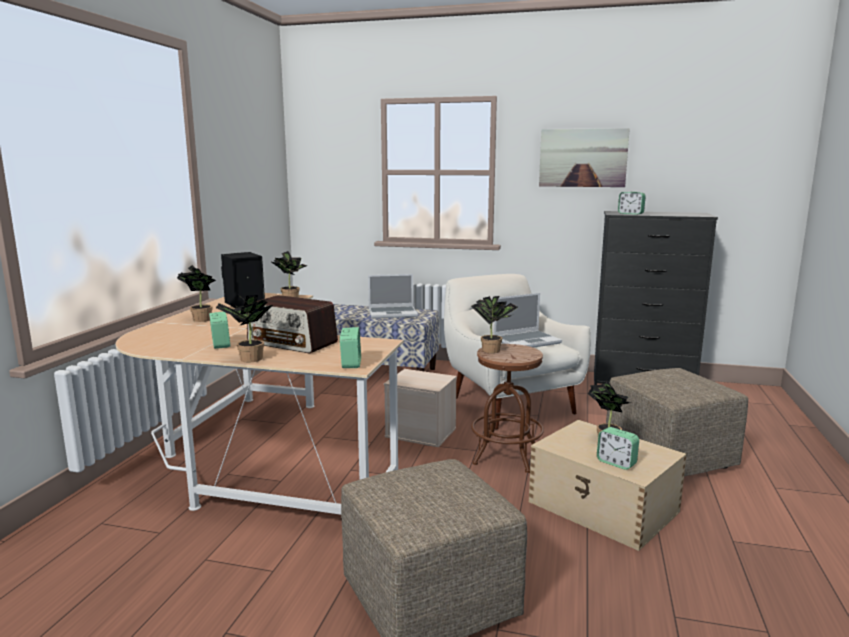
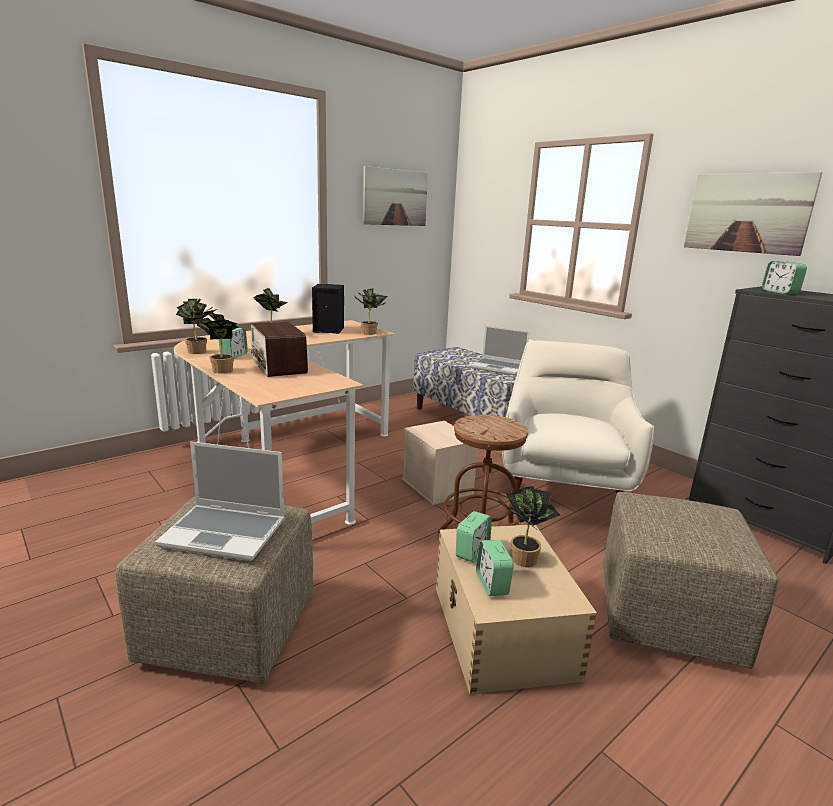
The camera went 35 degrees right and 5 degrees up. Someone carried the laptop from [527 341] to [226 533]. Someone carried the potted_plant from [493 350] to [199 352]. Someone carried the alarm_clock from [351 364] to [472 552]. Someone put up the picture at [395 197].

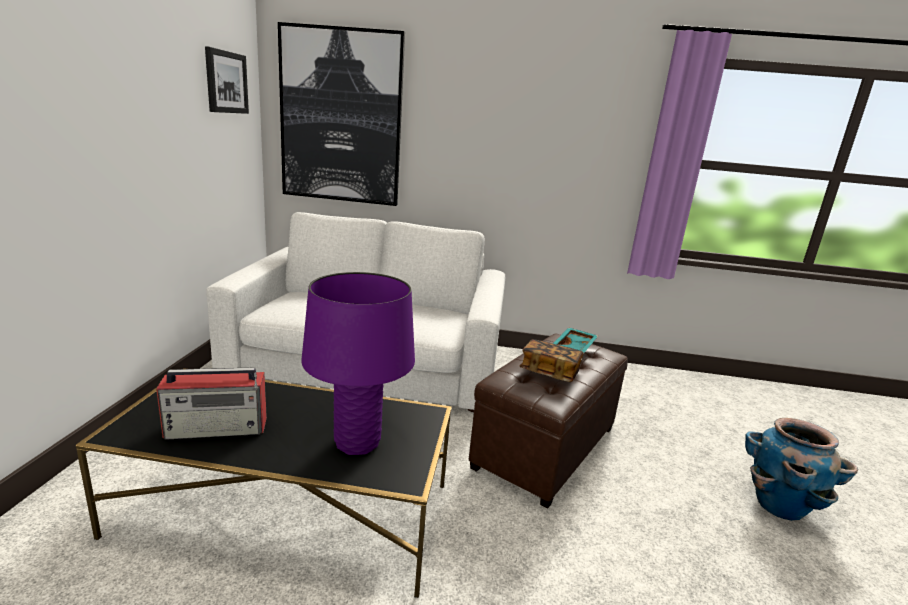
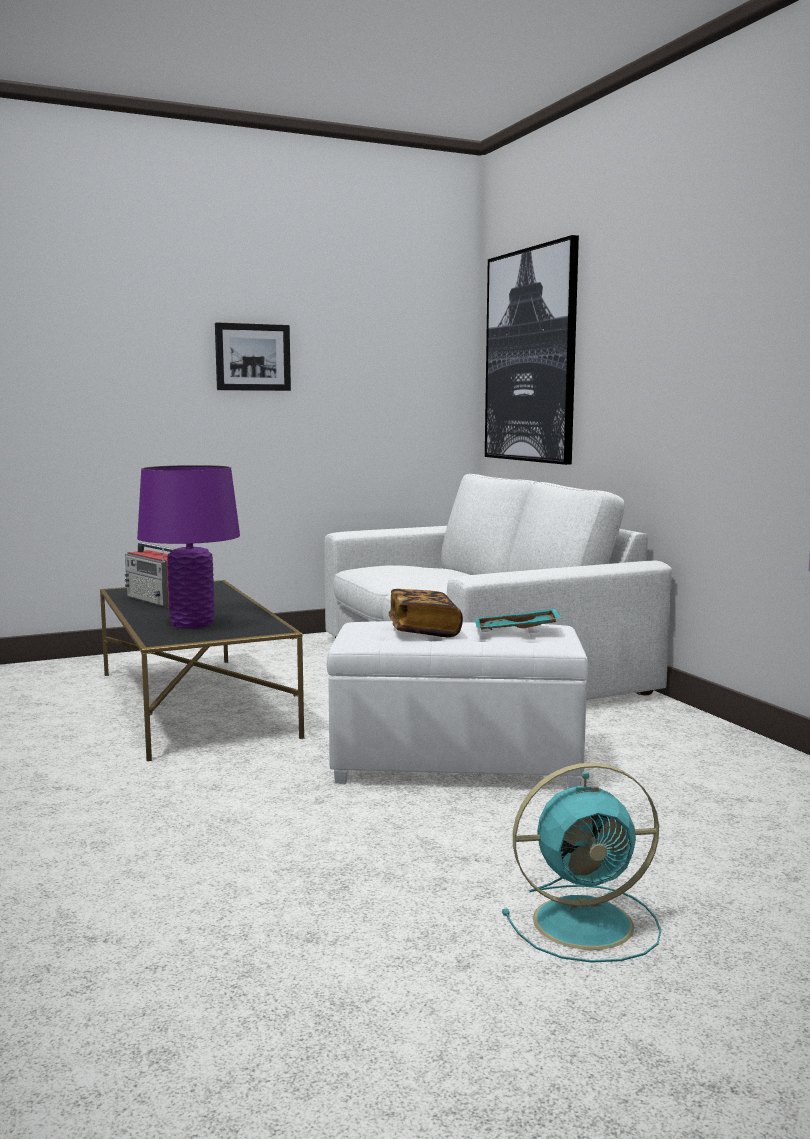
The camera went 60 degrees right and 10 degrees down. Someone carried the picture from [226 82] to [252 357]. Someone repainted the brown_ottoman at [544 447], which became the white_ottoman at [456 763]. Someone swapped the planter at [778 505] for the turquoise_fan at [587 922].

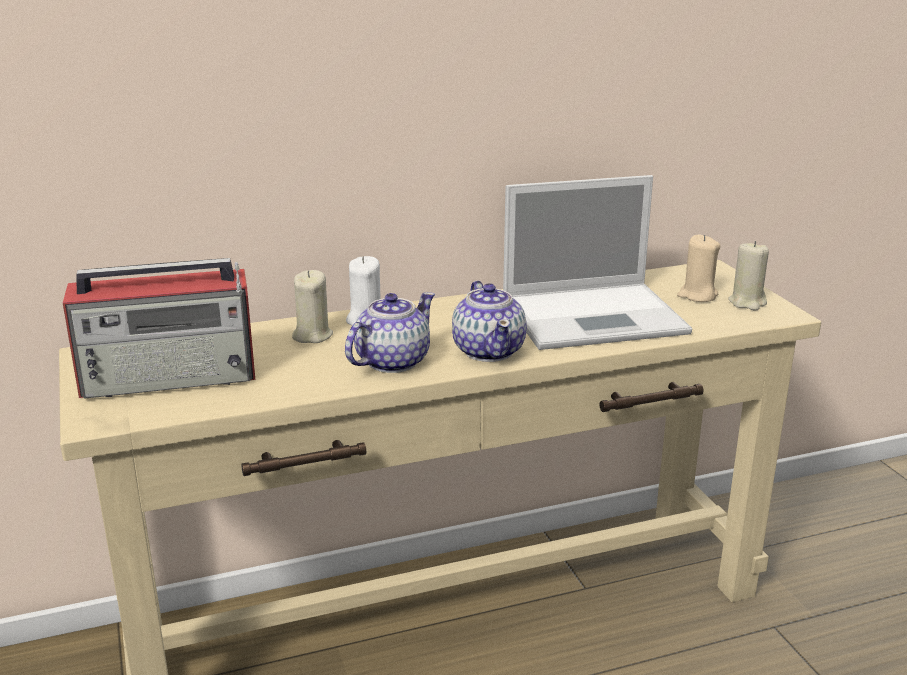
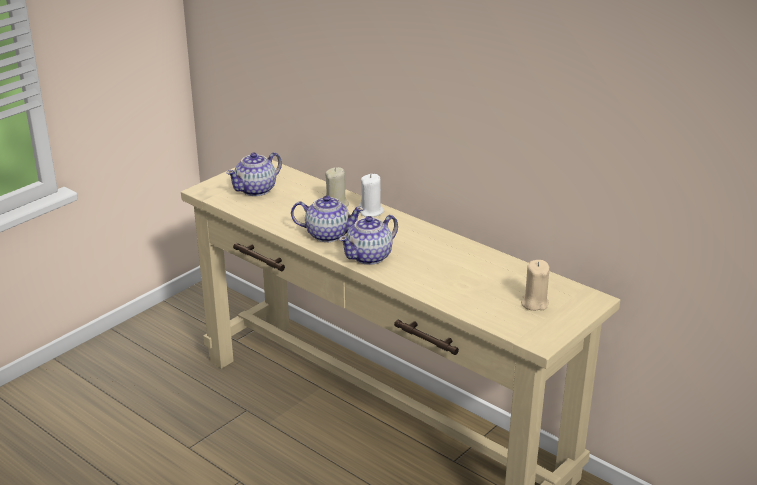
The camera went 60 degrees right and 5 degrees up. Someone took away the laptop at [596 316]. Someone took away the beige_candle at [747 302]. Someone swapped the radio at [171 378] for the teapot at [256 190].

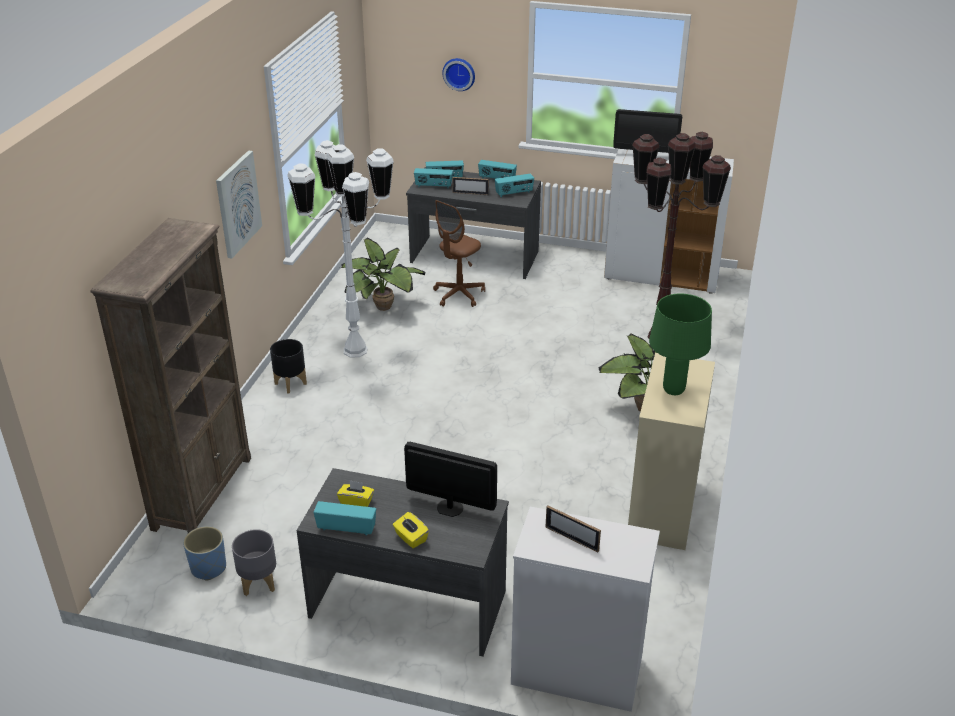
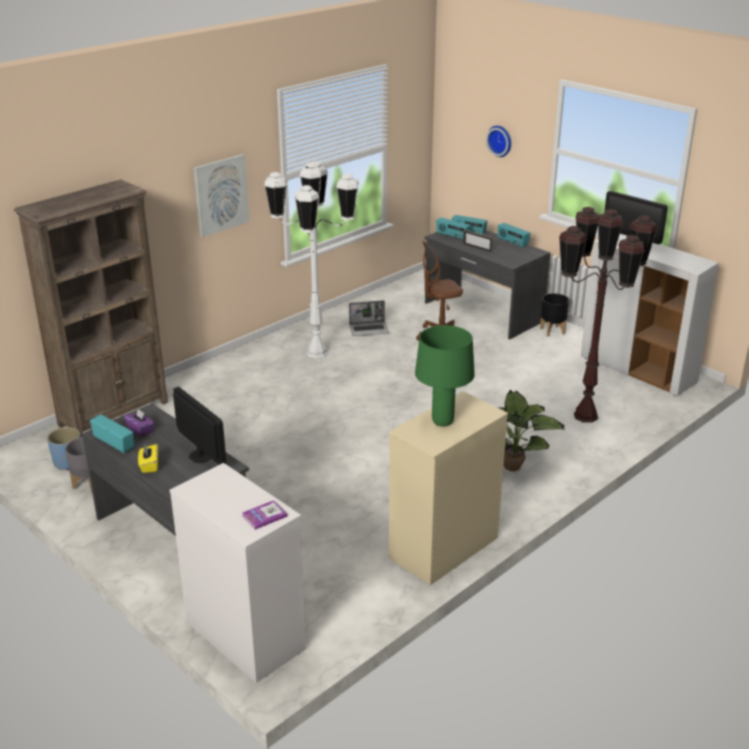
The camera went 30 degrees right and 5 degrees down. Someone took away the radio at [514 193]. Someone swapped the potted_plant at [383 308] for the laptop at [369 330]. Someone carried the black_planter from [290 383] to [552 331]. Someone repainted the yellow_tissue_box at [356 502], which became the purple_tissue_box at [140 430]. Someone took away the picture_frame at [571 539]. Someone put down the book at [264 516].

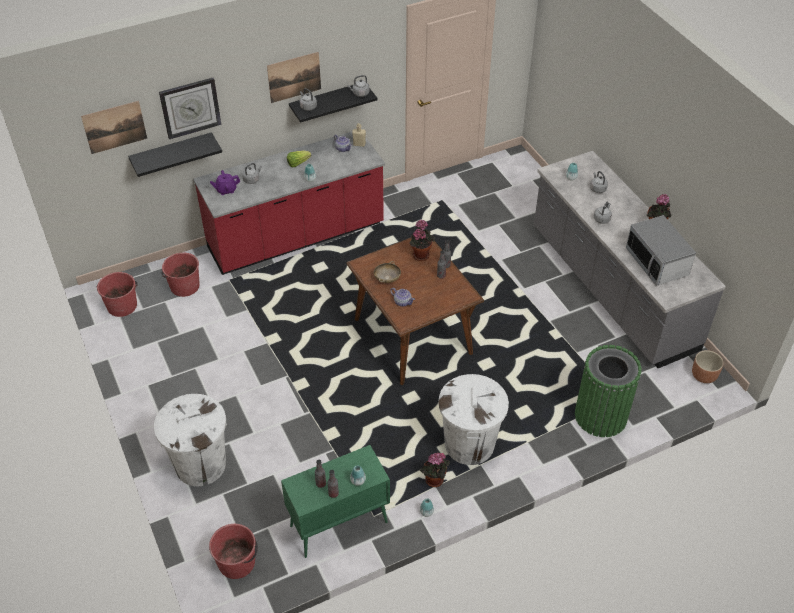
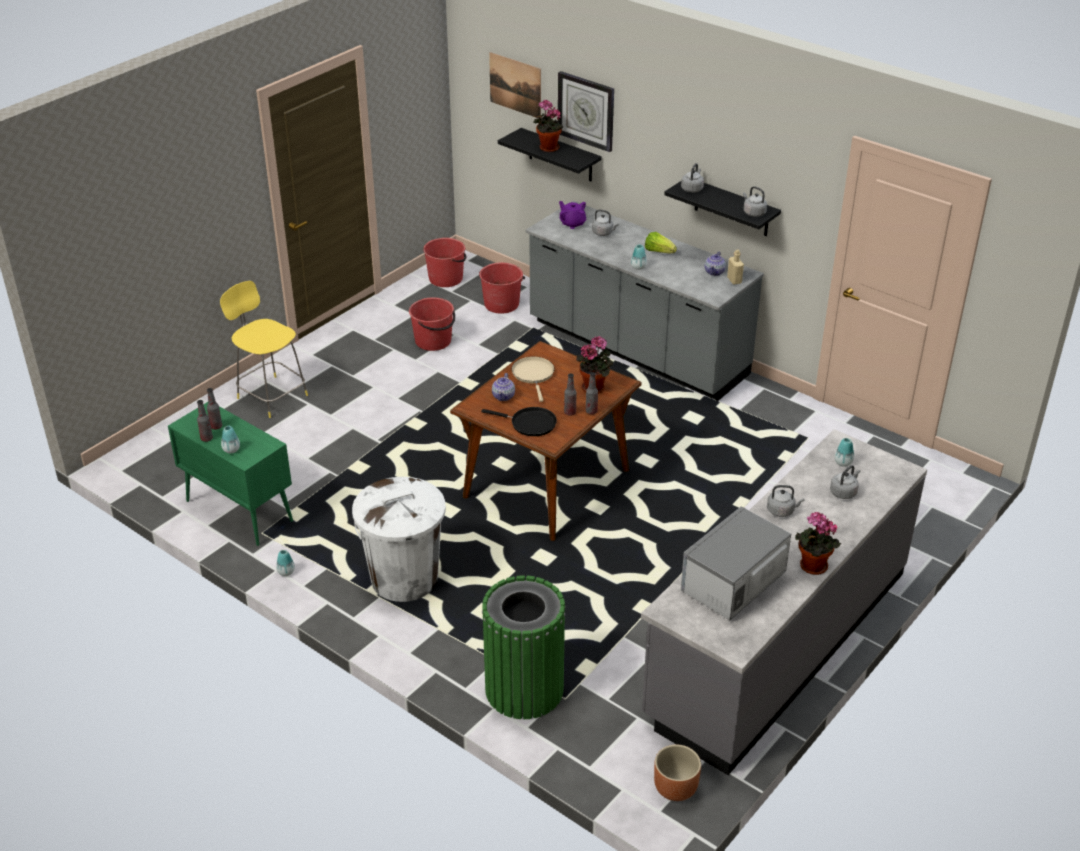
The camera went 65 degrees right and 10 degrees down. Someone took away the picture at [294 77]. Someone repainted the red_counter at [296 238], which became the grey_counter at [636 349]. Someone swapped the beige_bowl at [387 279] for the beige_frying_pan at [533 375]. Someone swapped the white_trash_can at [200 464] for the yellow_stool at [271 395]. Someone carried the potted_plant from [434 481] to [547 148]. Someone carried the red_bucket from [237 562] to [433 341]. Someone put down the black_frying_pan at [530 424].

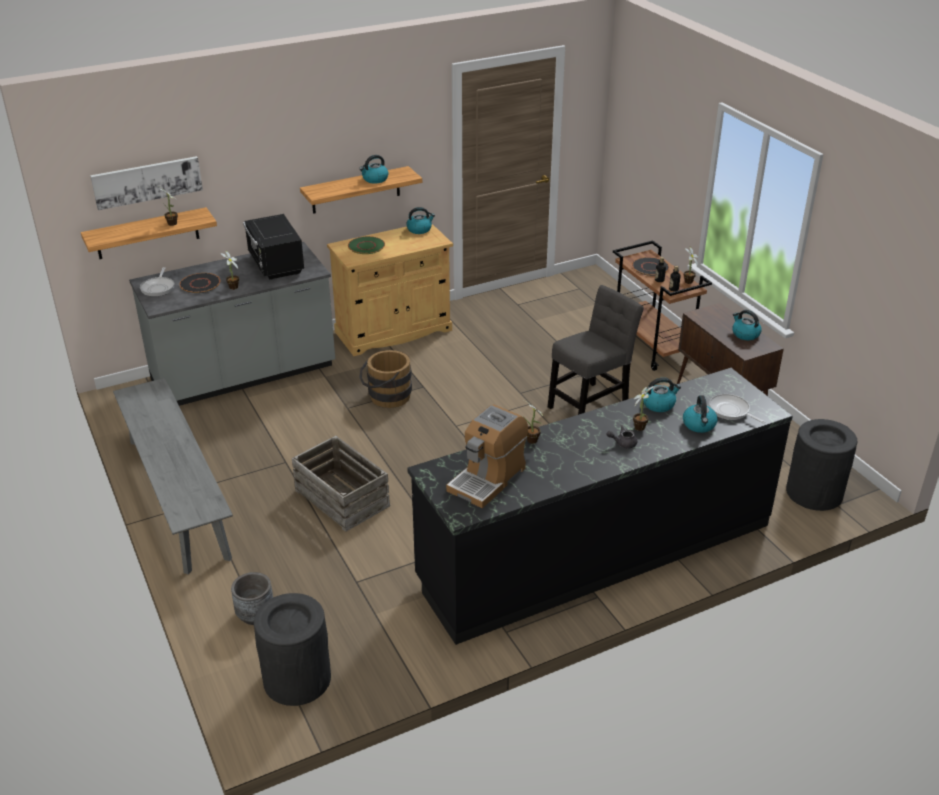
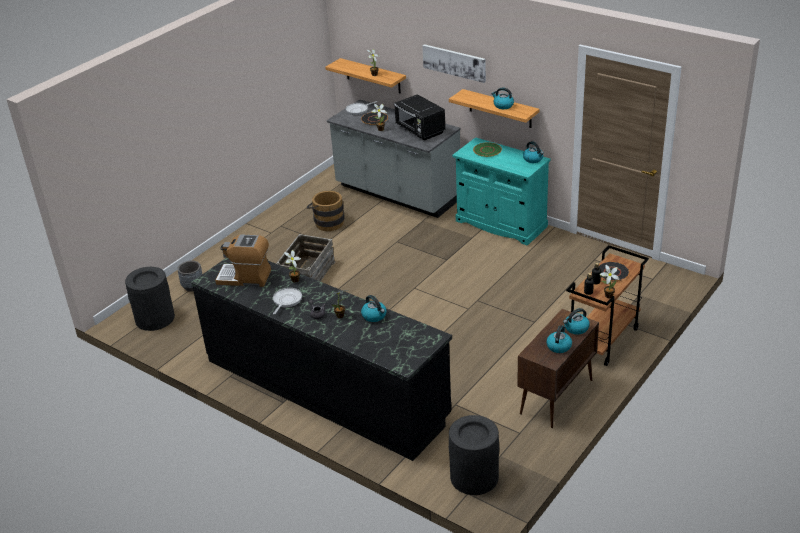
The camera went 65 degrees right and 0 degrees up. Someone carried the picture from [147 182] to [454 62]. Someone rotated the black_microwave at [275 265] by 75 degrees counterclockwise. Someone repainted the beige_cabinet at [393 331], which became the turquoise_cabinet at [501 224]. Someone took away the grey_chair at [590 403]. Someone carried the brown_bucket from [386 397] to [327 222]. Someone took away the grey_bench at [177 497]. Someone carried the frying_pan from [731 411] to [286 301]. Someone carried the kettle from [699 425] to [576 328].

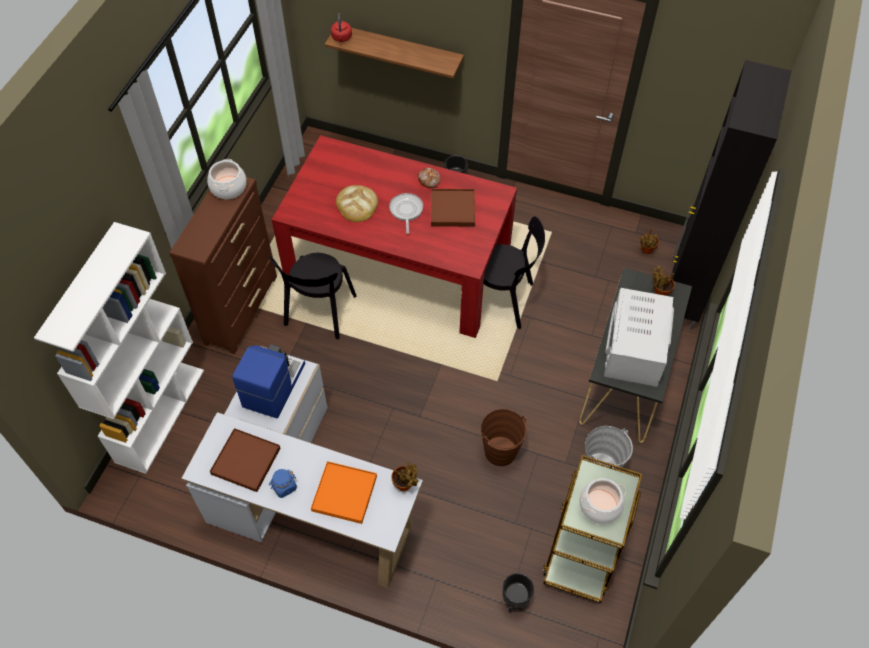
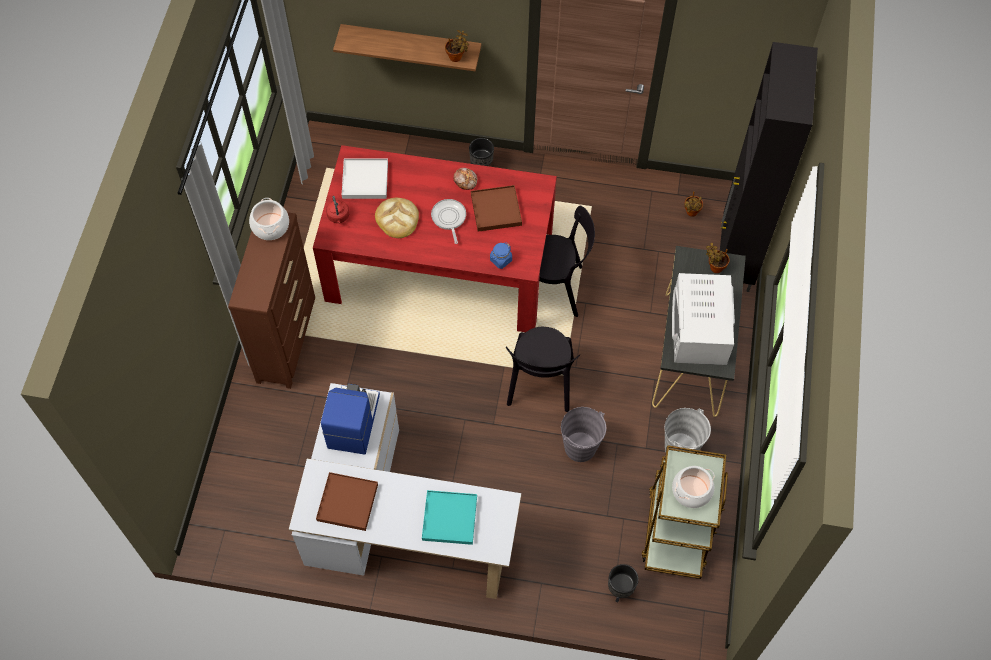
The camera went 10 degrees left and 5 degrees up. Someone carried the red_kettle from [341 38] to [338 217]. Someone took away the white_bookcase at [160 414]. Someone carried the black_chair from [319 313] to [540 386]. Someone repainted the brown_bucket at [500 452], which became the grey_bucket at [580 447]. Someone repainted the orange_tray at [344 493], which became the turquoise_tray at [449 518]. Someone carried the potted_plant from [405 485] to [457 57]. Someone carried the blue_jar from [284 487] to [500 260]. Someone put down the white_tray at [365 180].

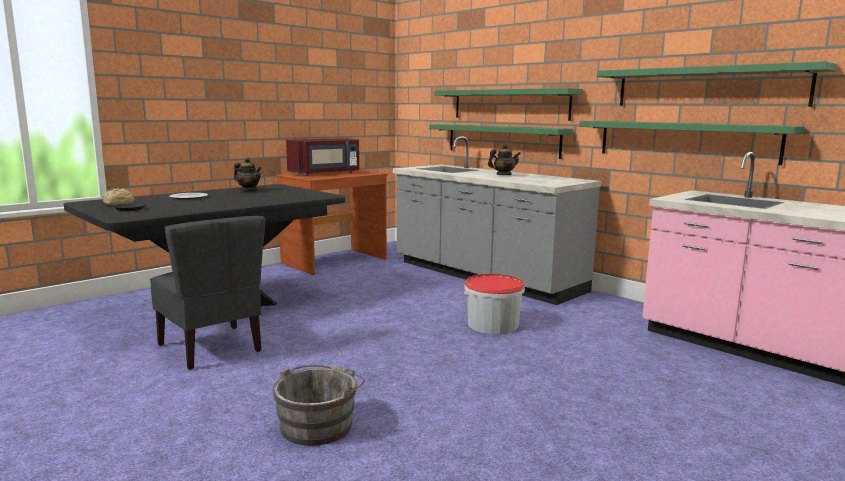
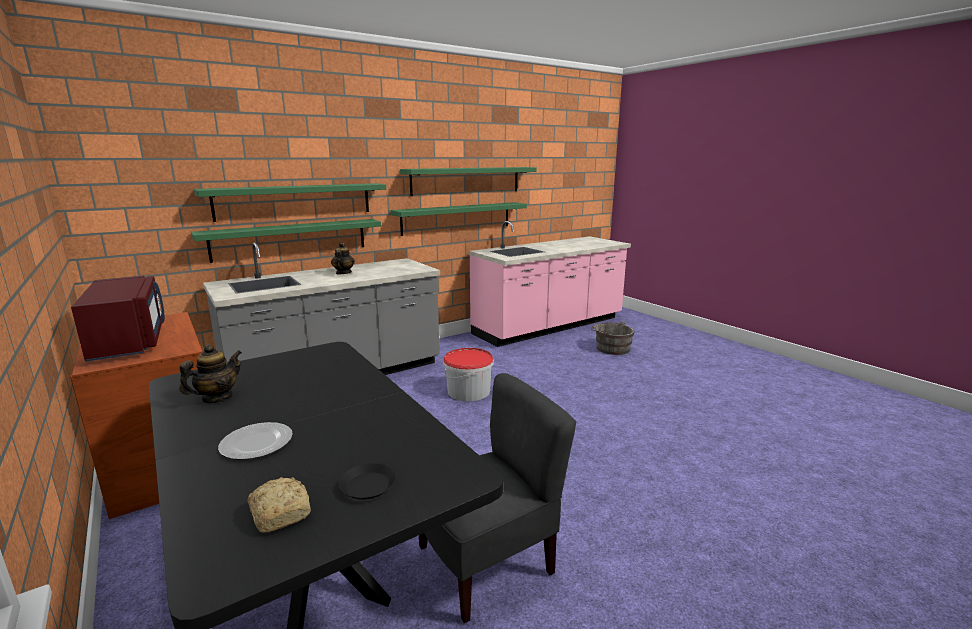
The camera went 80 degrees left and 5 degrees up. Someone carried the grey_bucket from [319 424] to [611 348].

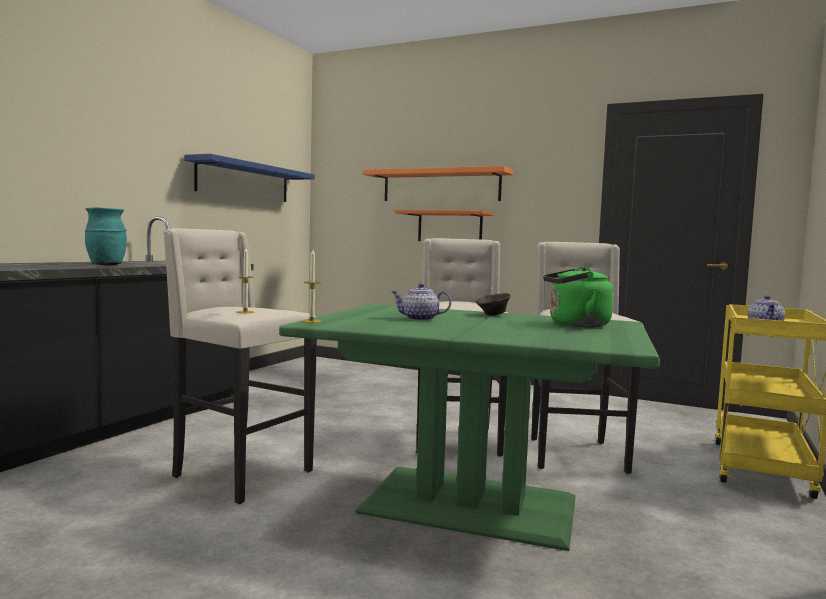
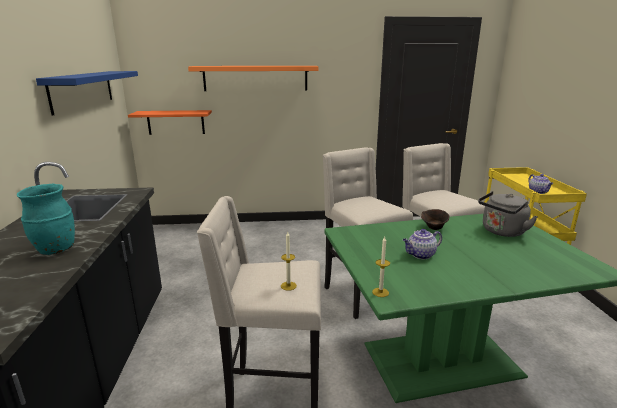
The camera went 30 degrees left and 15 degrees up. Someone carried the orange_shelf from [449 227] to [176 122]. Someone repainted the green_kettle at [575 325], which became the grey_kettle at [501 232].

